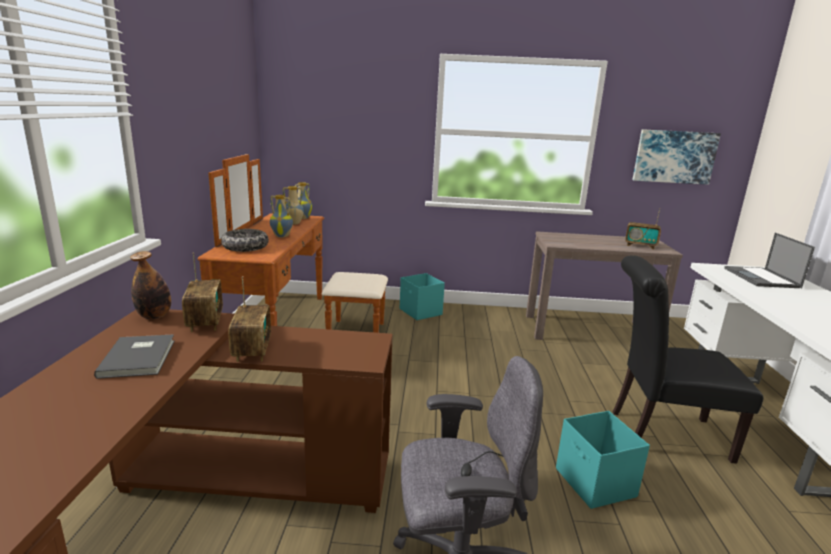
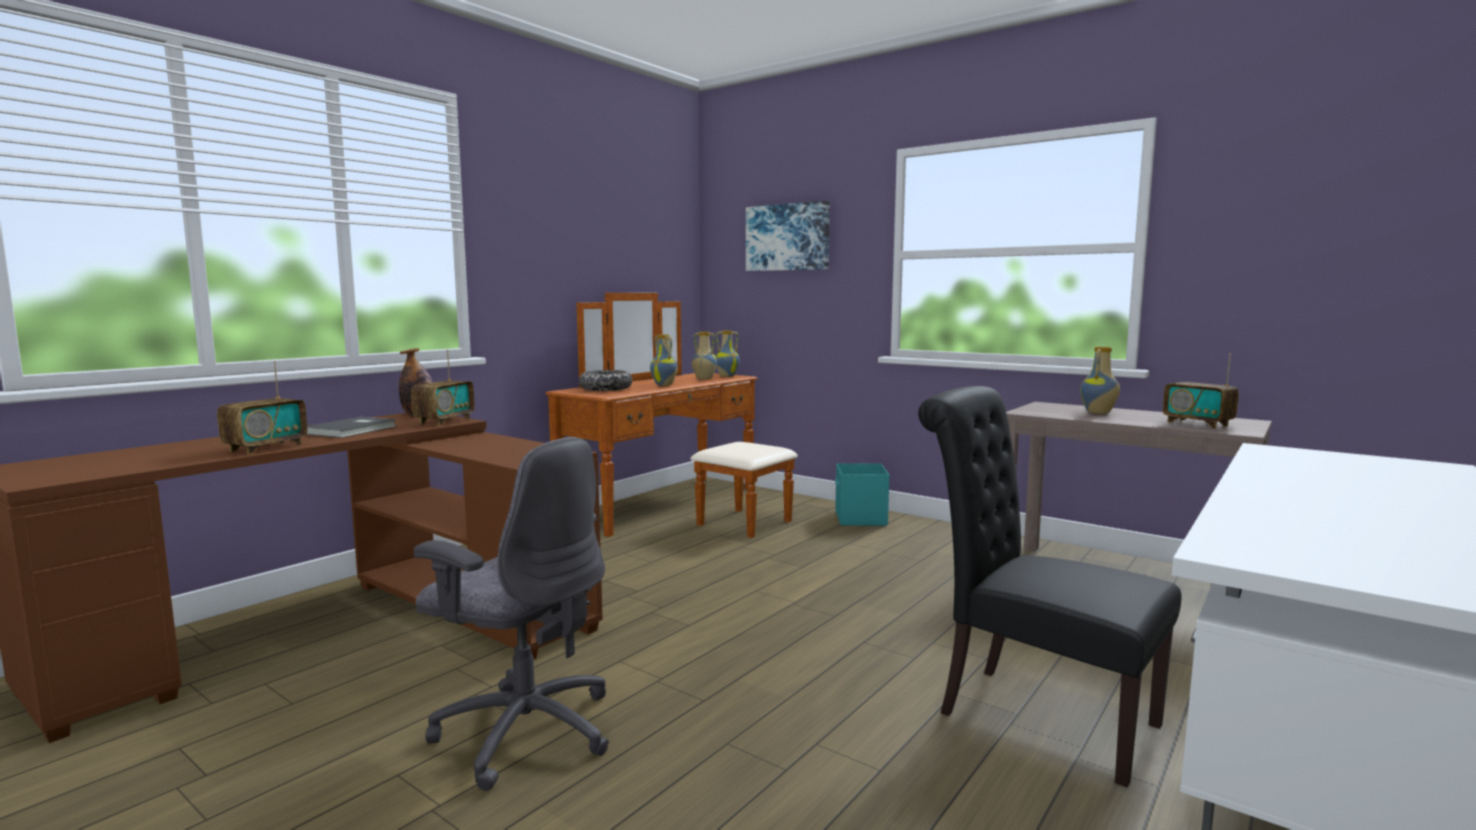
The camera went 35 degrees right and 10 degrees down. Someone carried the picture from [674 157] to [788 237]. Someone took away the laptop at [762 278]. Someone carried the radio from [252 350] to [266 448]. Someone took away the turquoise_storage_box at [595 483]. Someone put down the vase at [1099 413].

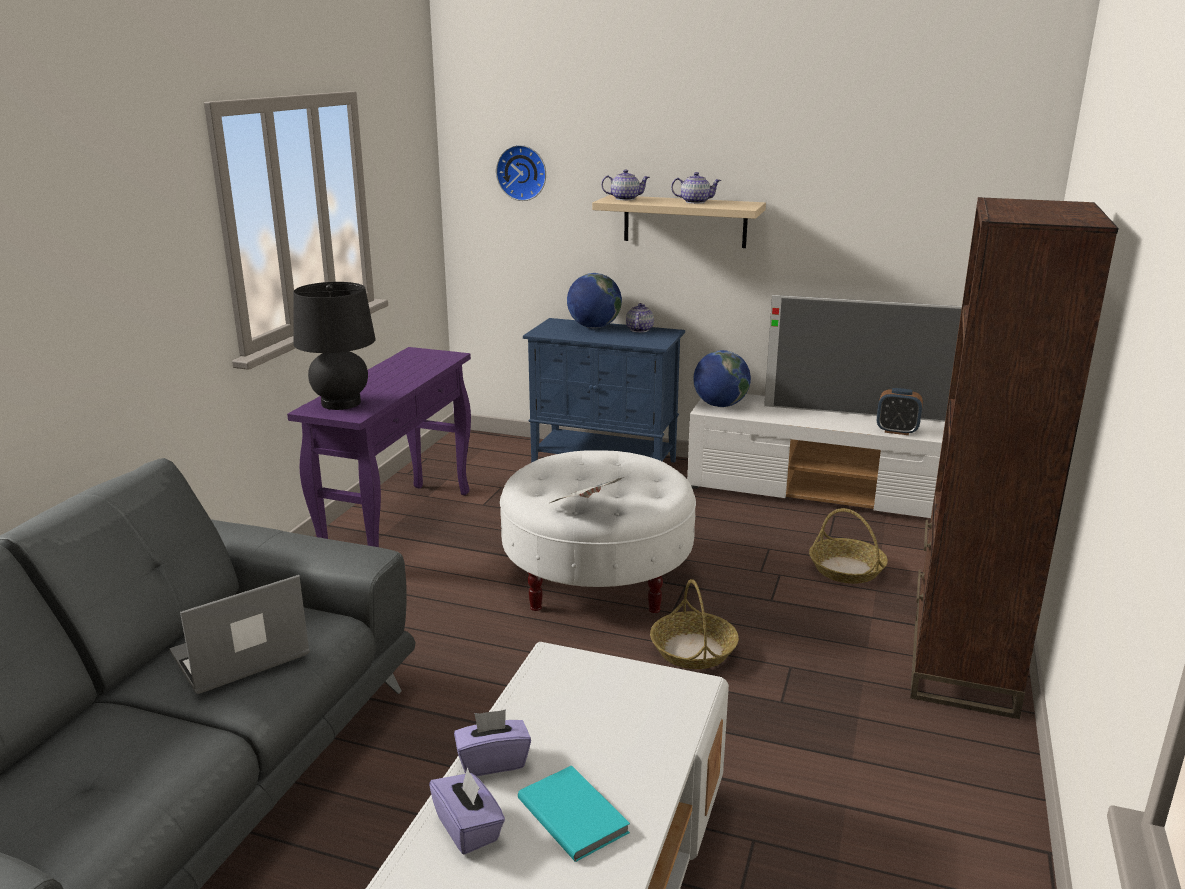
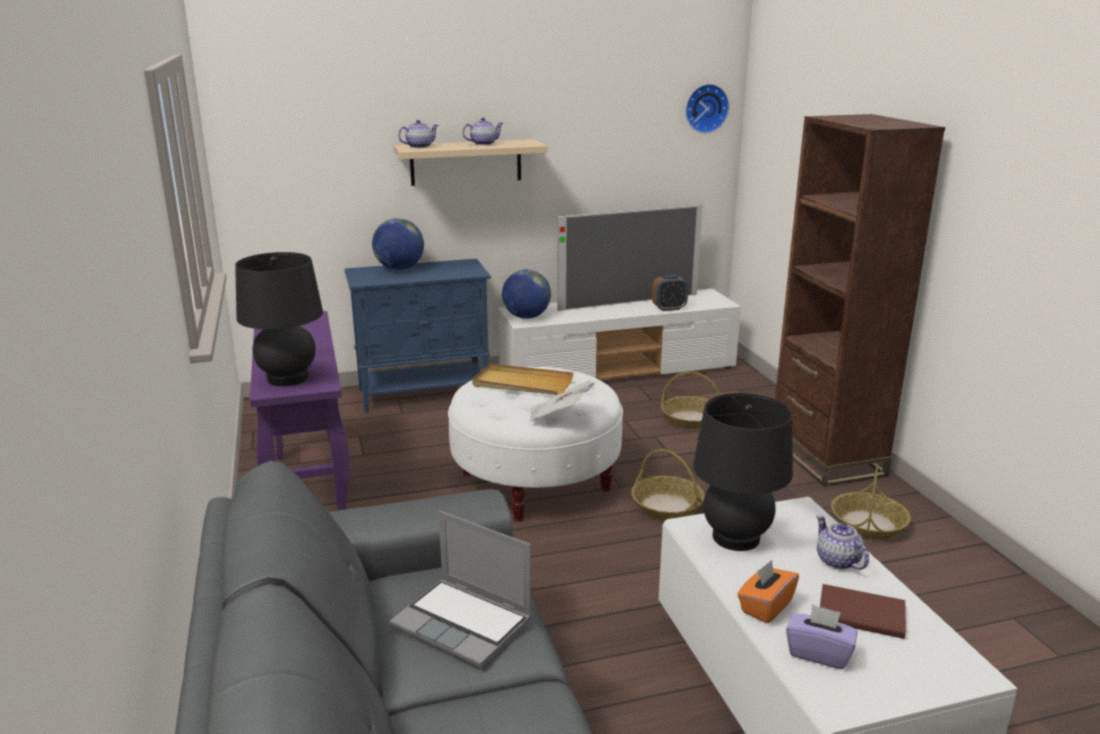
The camera went 35 degrees left and 0 degrees up. Someone carried the wall_clock from [522 172] to [705 108]. Someone carried the teapot from [639 330] to [838 561]. Someone rotated the laptop at [239 657] by 75 degrees counterclockwise. Someone repainted the purple_tissue_box at [493 761], which became the orange_tissue_box at [765 607]. Someone repainted the turquoise_book at [574 814], which became the brown_book at [860 613]. Someone put down the beige_tray at [522 383]. Someone put down the black_table_lamp at [736 537]. Someone put down the basket at [868 524].

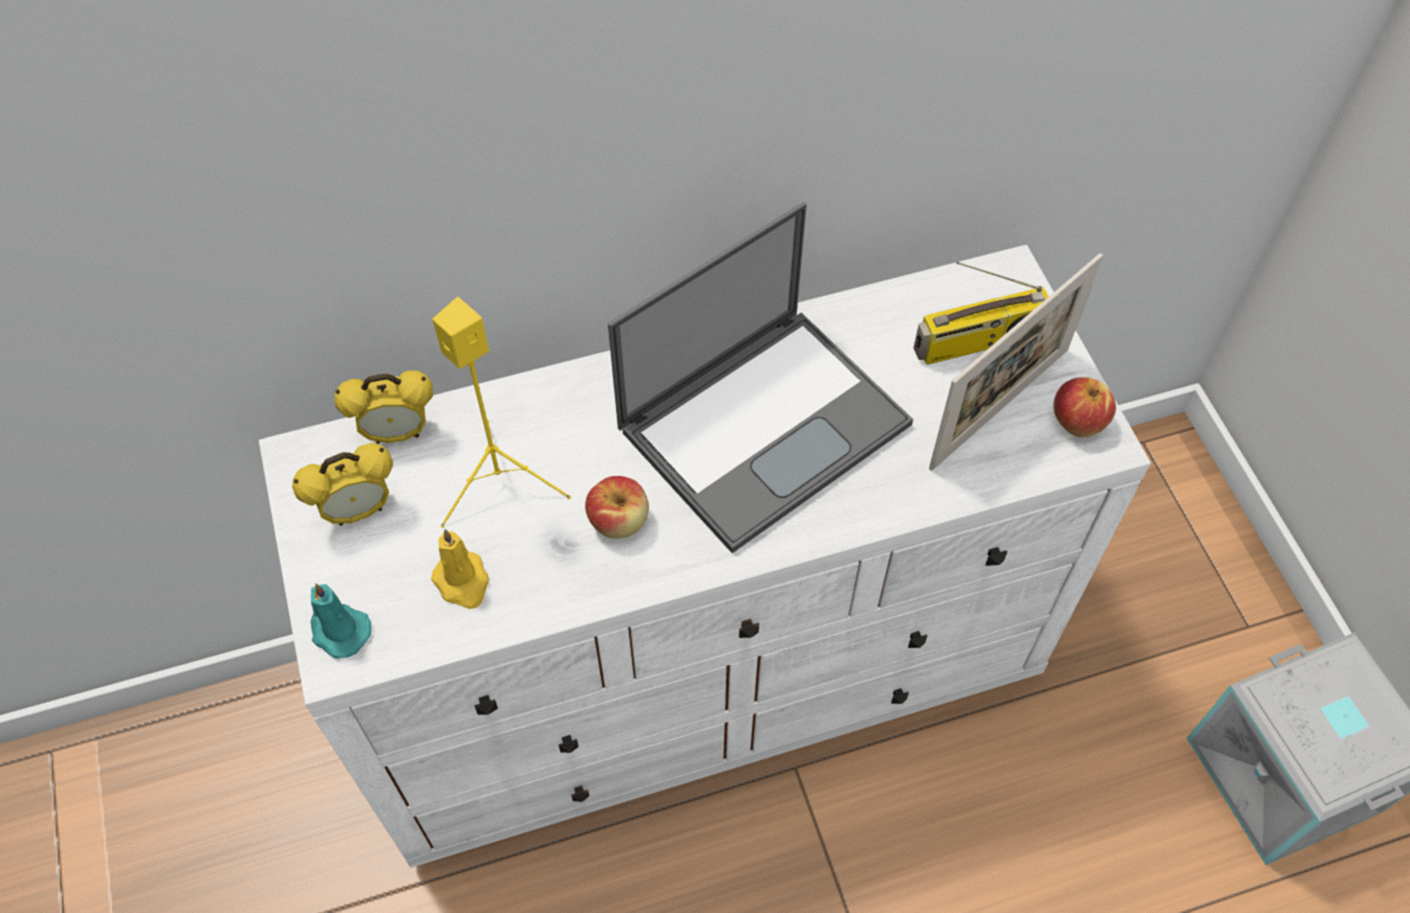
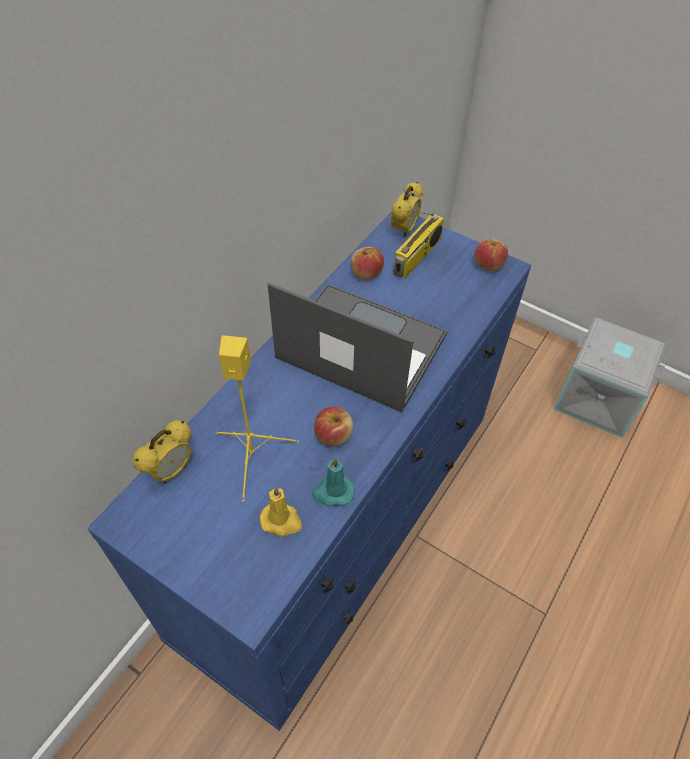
The camera went 40 degrees left and 5 degrees down. Someone rotated the laptop at [766 423] by 75 degrees counterclockwise. Someone repainted the white_dresser at [708 669], which became the blue_dresser at [340 520]. Someone took away the picture_frame at [999 408]. Someone carried the alarm_clock from [358 511] to [404 230]. Someone carried the turquoise_candle from [339 631] to [333 492]. Someone put down the apple at [366 273].

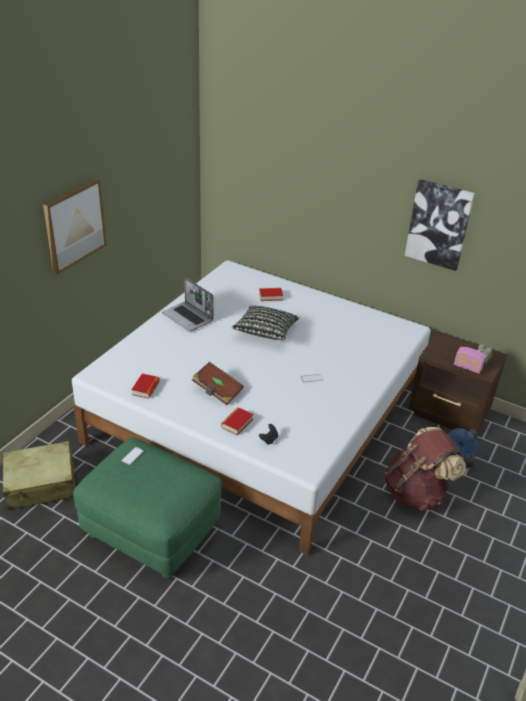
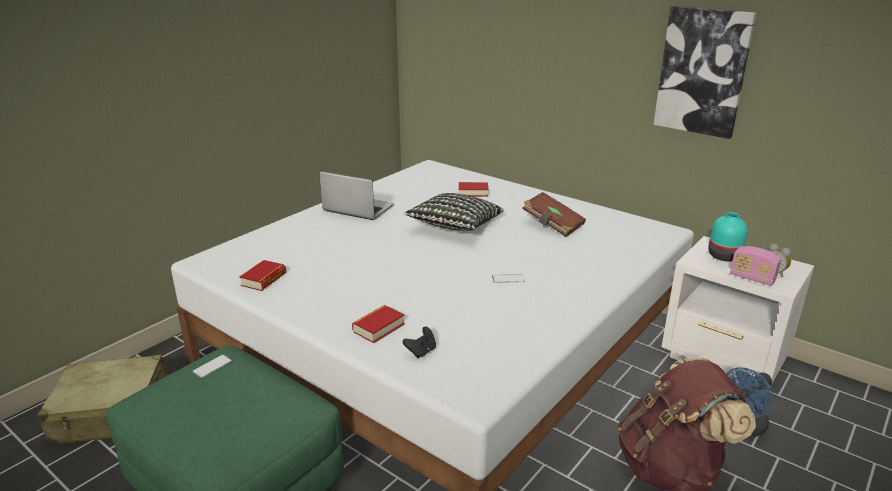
The camera went 10 degrees right and 10 degrees down. Someone took away the picture at [74 225]. Someone rotated the laptop at [188 317] by 150 degrees clockwise. Someone repainted the brown_nightstand at [449 414], which became the white_nightstand at [724 359]. Someone carried the brown_book from [217 391] to [552 225]. Someone put down the turquoise_vase at [724 256].

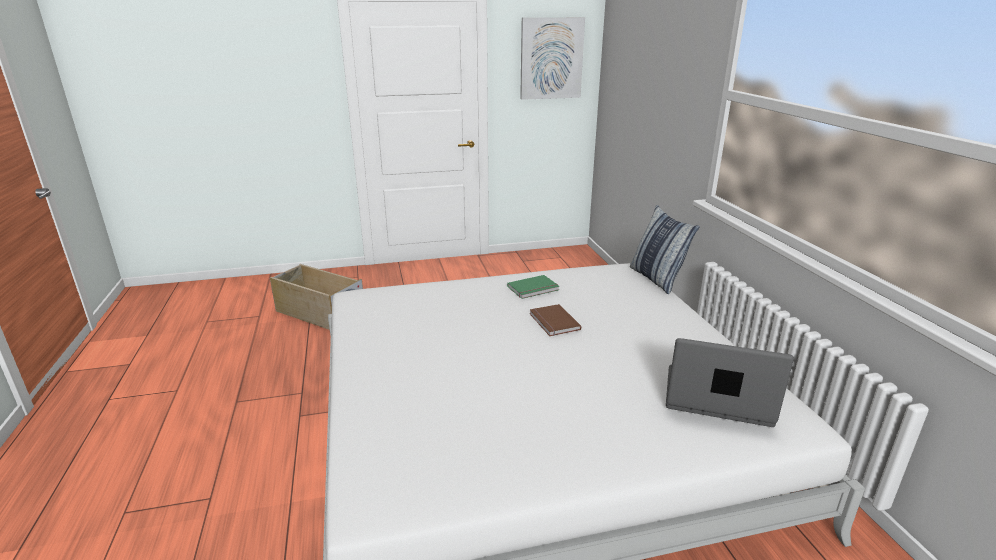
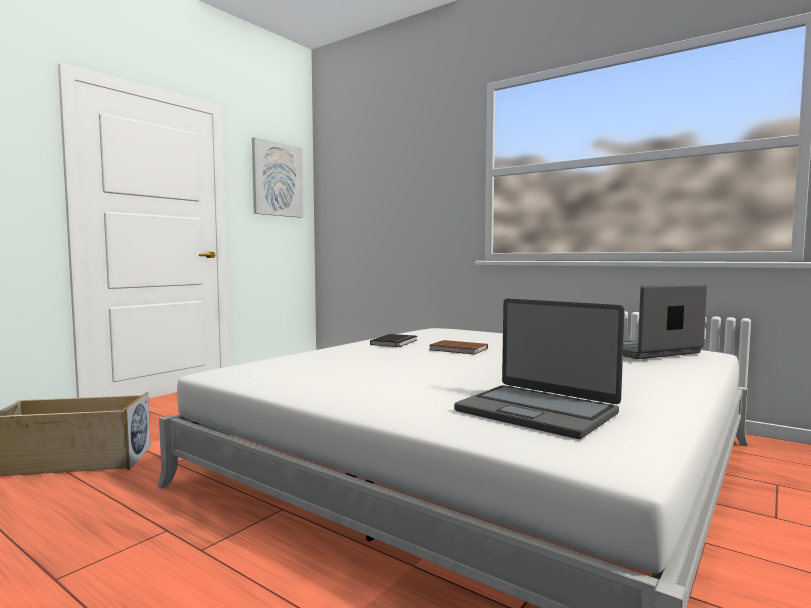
The camera went 40 degrees left and 20 degrees down. Someone took away the pillow at [657 279]. Someone repainted the green_book at [534 289], which became the black_book at [396 342]. Someone put down the laptop at [537 412].

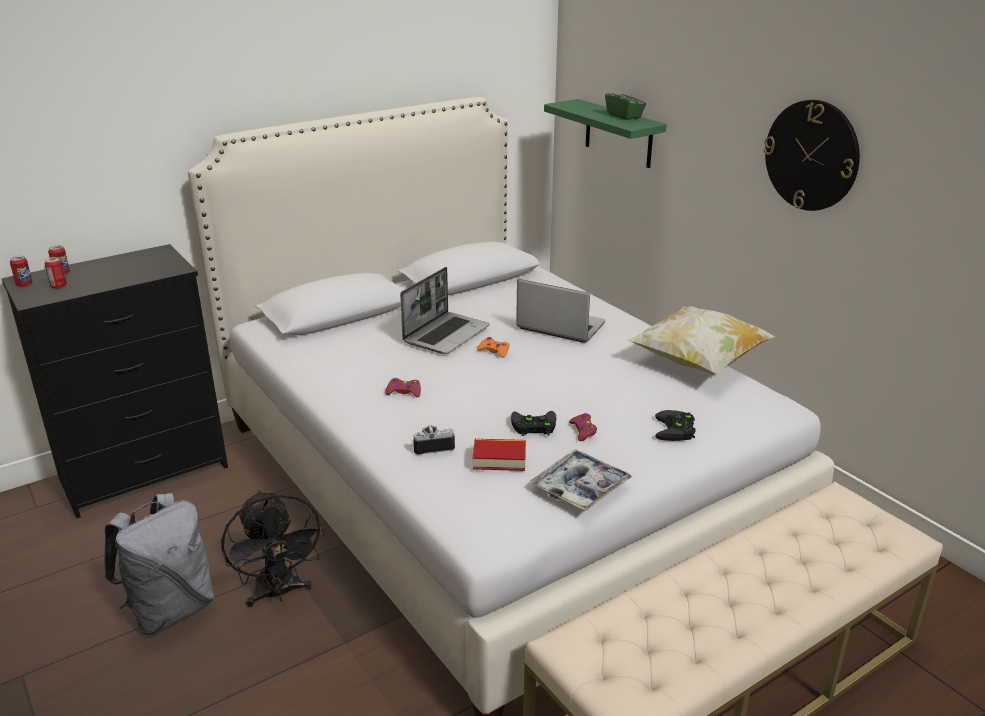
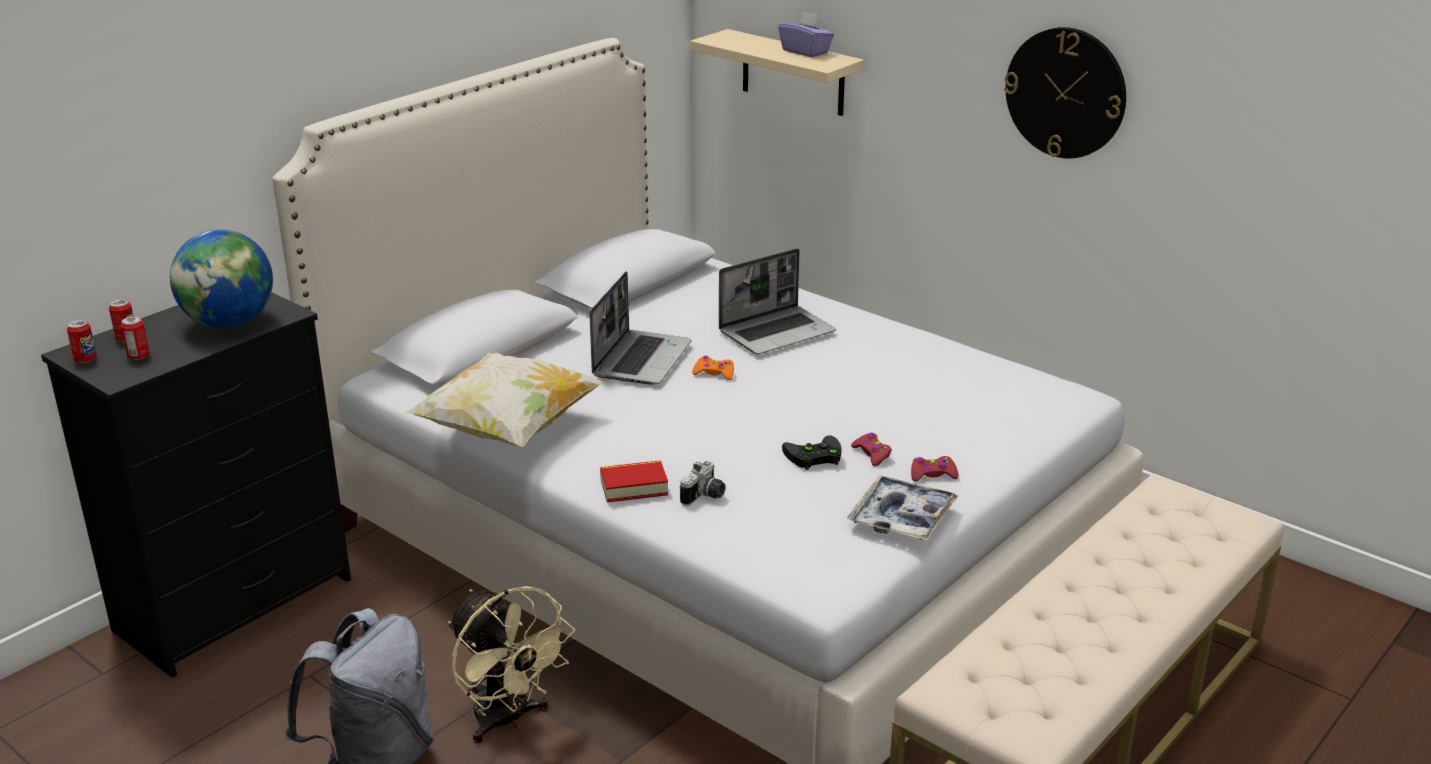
The camera went 15 degrees left and 0 degrees up. Someone repainted the green_tissue_box at [624 116], which became the purple_tissue_box at [805 51]. Someone repainted the green_shelf at [618 133], which became the beige_shelf at [793 73]. Someone rotated the laptop at [559 326] by 135 degrees clockwise. Someone carried the pillow from [697 362] to [508 429]. Someone carried the red_game_controller from [404 392] to [932 474]. Someone took away the black_game_controller at [676 430]. Someone rotated the photo_camera at [433 446] by 150 degrees clockwise. Someone carried the book from [499 459] to [634 487]. Someone repainted the black_fan at [278 593], which became the beige_fan at [508 720]. Someone put down the globe at [229 323].

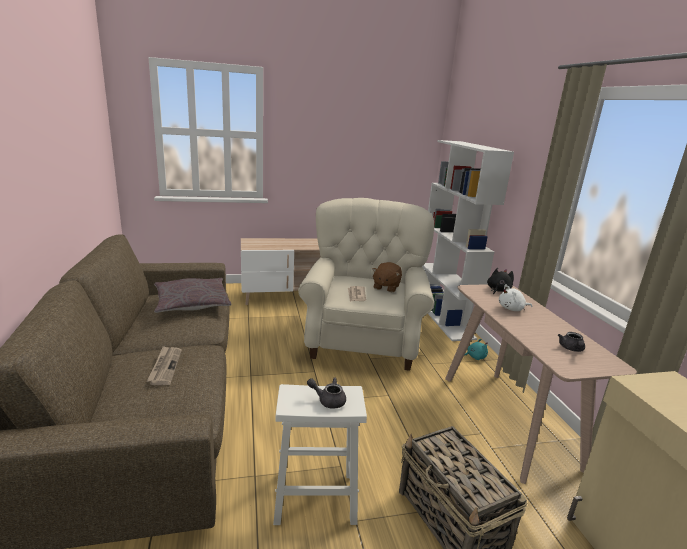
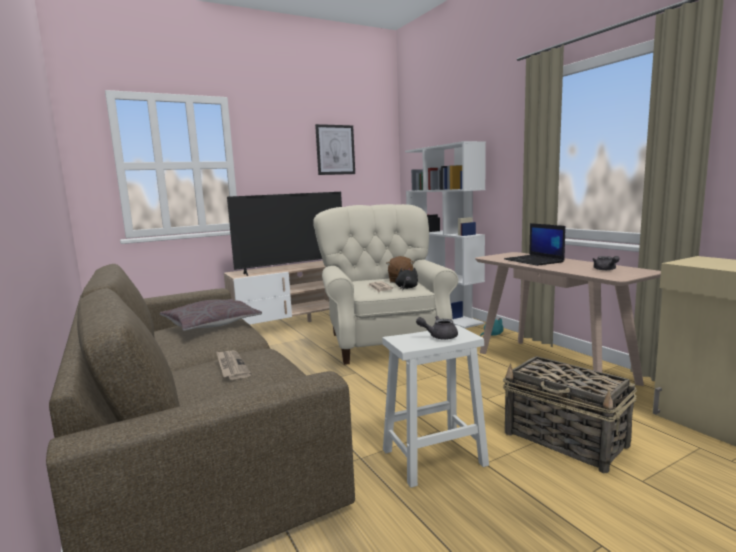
The camera went 15 degrees left and 10 degrees down. Someone carried the black_plush_toy from [498 290] to [406 288]. Someone swapped the white_plush_toy at [512 309] for the laptop at [534 261]. Someone put up the picture at [335 150]. Someone put down the television at [292 268].

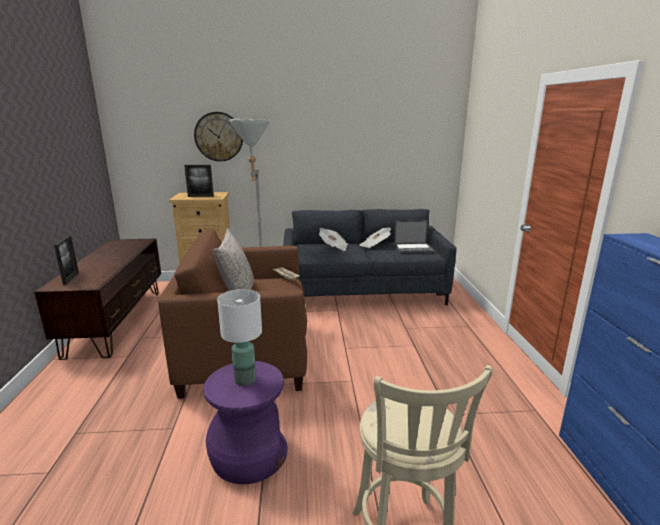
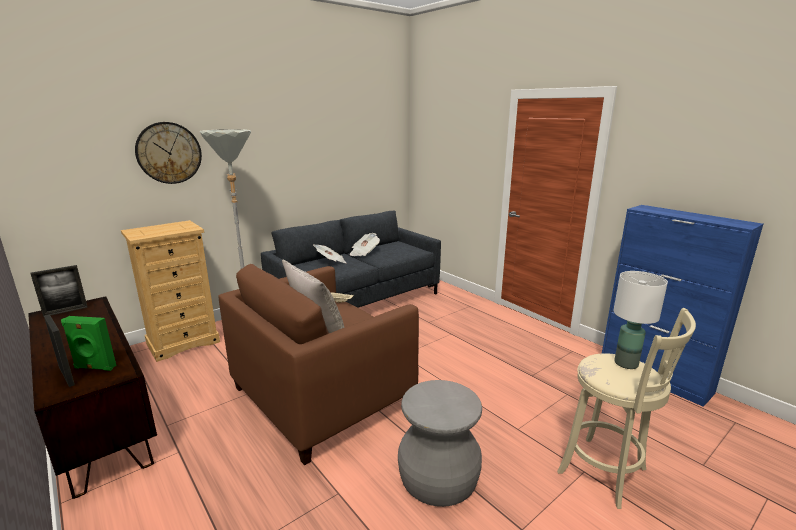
The camera went 35 degrees left and 0 degrees up. Someone carried the picture_frame from [200 196] to [66 311]. Someone took away the laptop at [413 248]. Someone carried the white_table_lamp from [246 380] to [626 363]. Someone repainted the purple_stool at [248 455], which became the grey_stool at [437 476]. Someone put down the green_speaker at [94 367].

